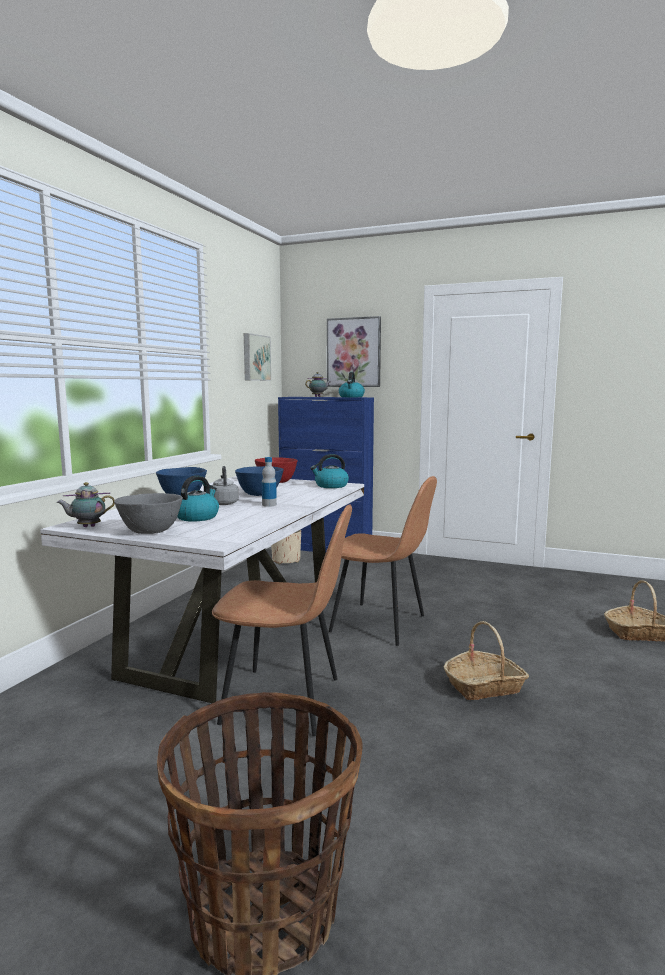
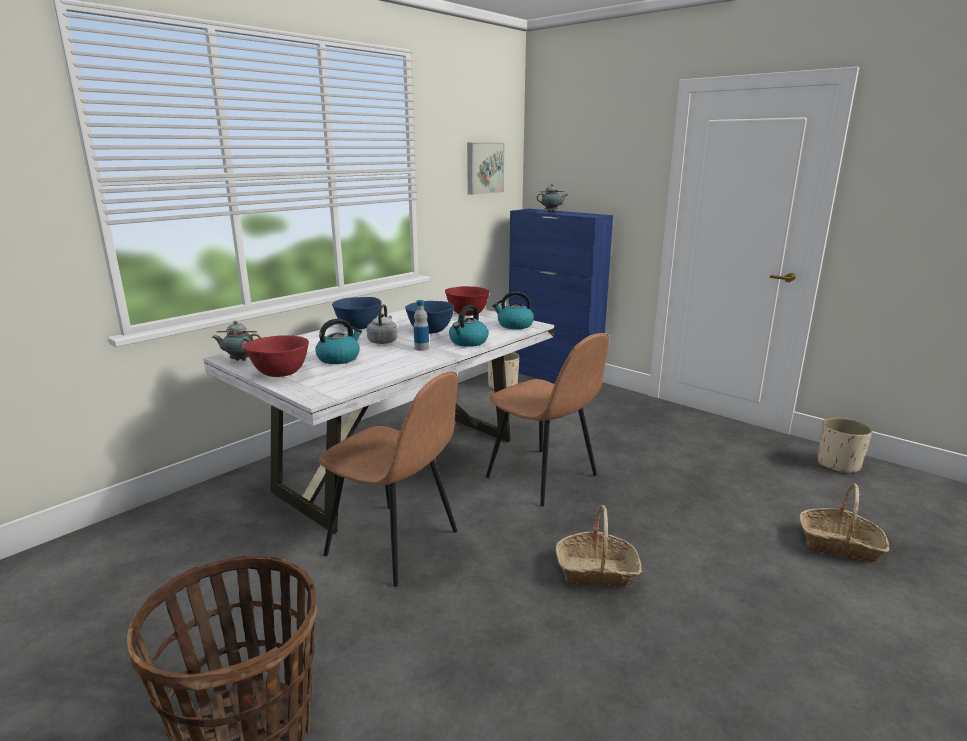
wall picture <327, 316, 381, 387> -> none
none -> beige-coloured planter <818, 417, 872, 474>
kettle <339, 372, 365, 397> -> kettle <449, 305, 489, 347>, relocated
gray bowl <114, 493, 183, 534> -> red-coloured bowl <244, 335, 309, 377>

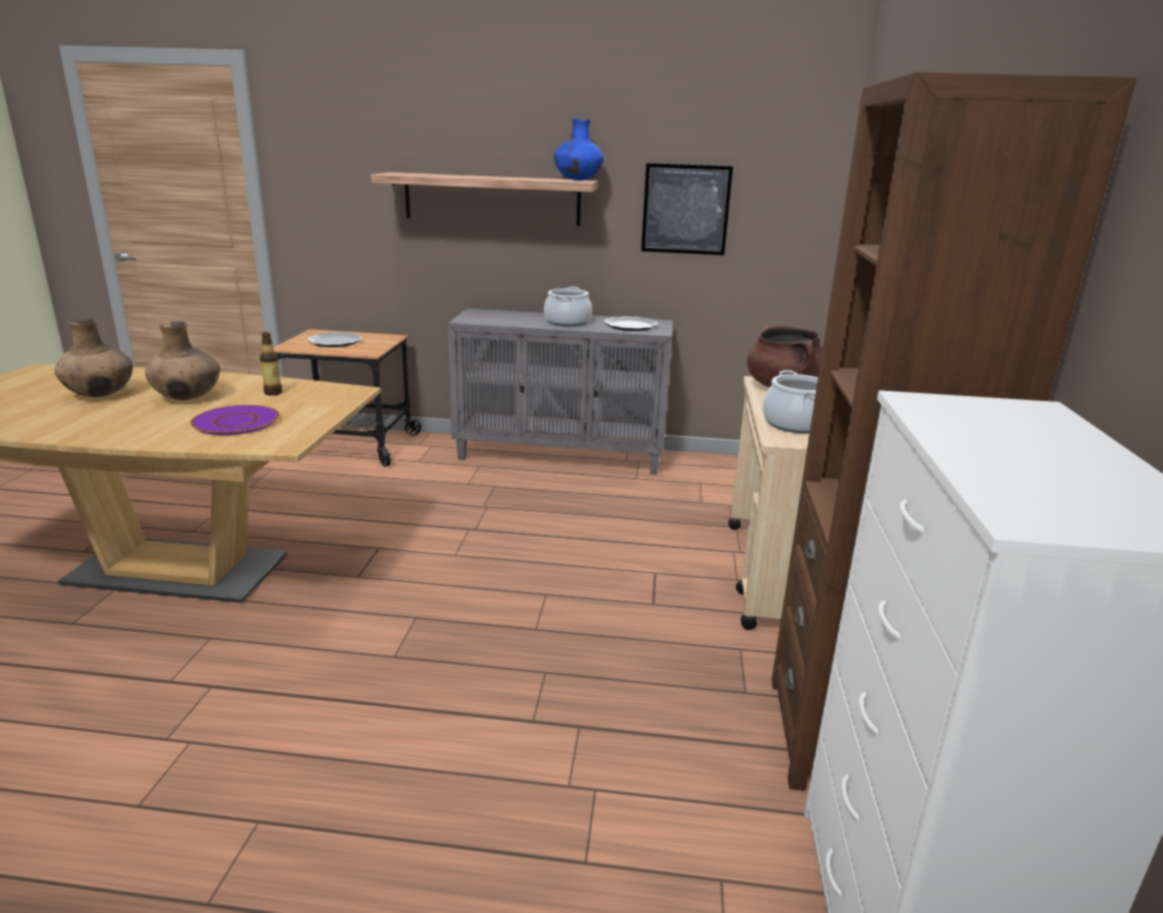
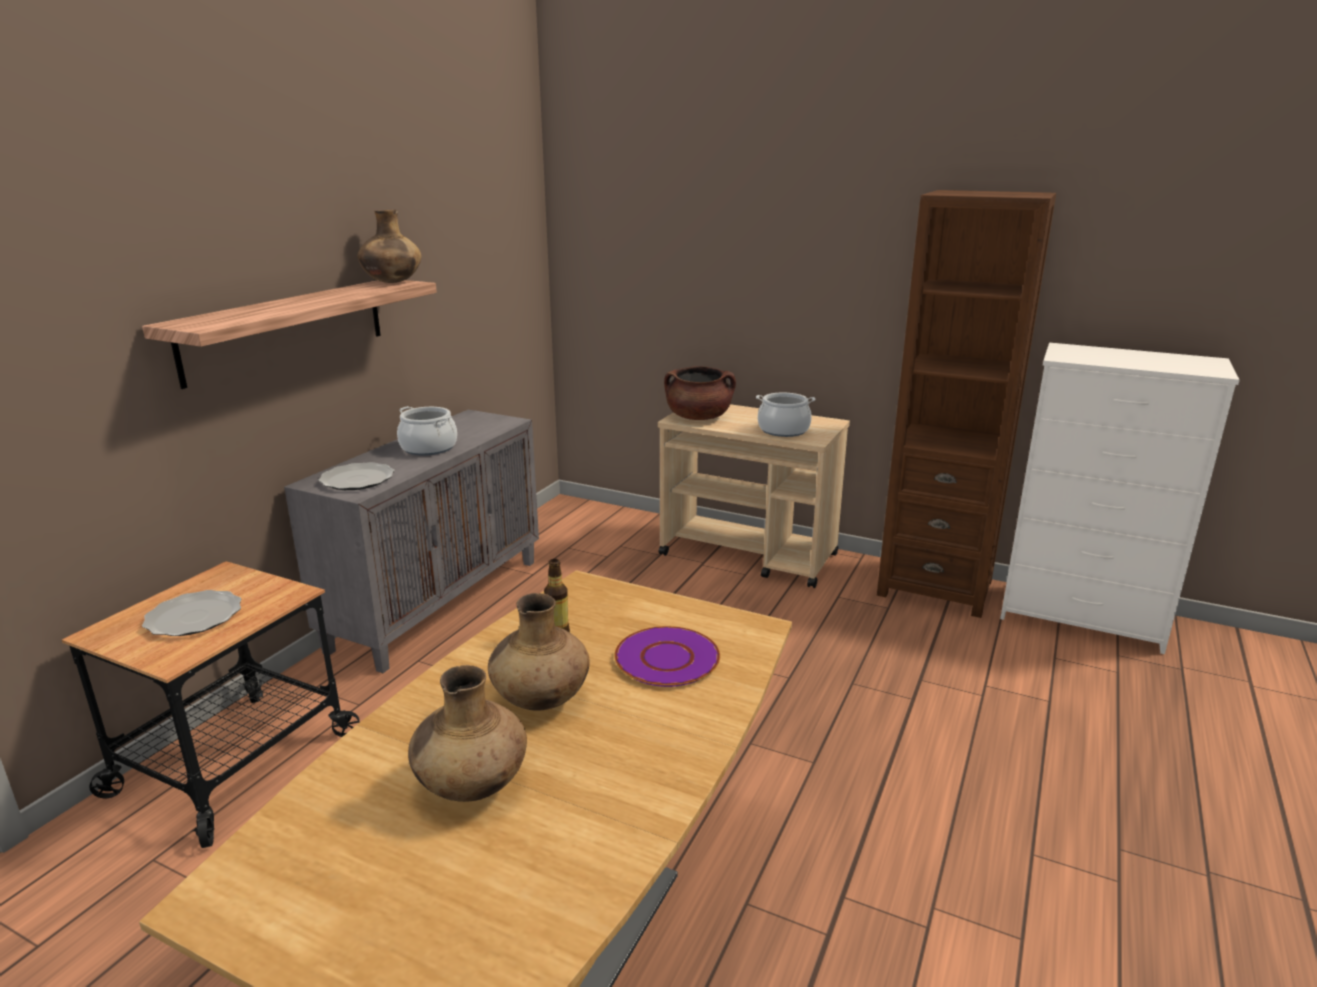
wall picture <641, 163, 733, 255> -> none
plate <604, 316, 658, 331> -> plate <318, 462, 395, 490>, relocated
bluish vase <554, 119, 604, 181> -> brown-coloured vase <357, 210, 422, 283>

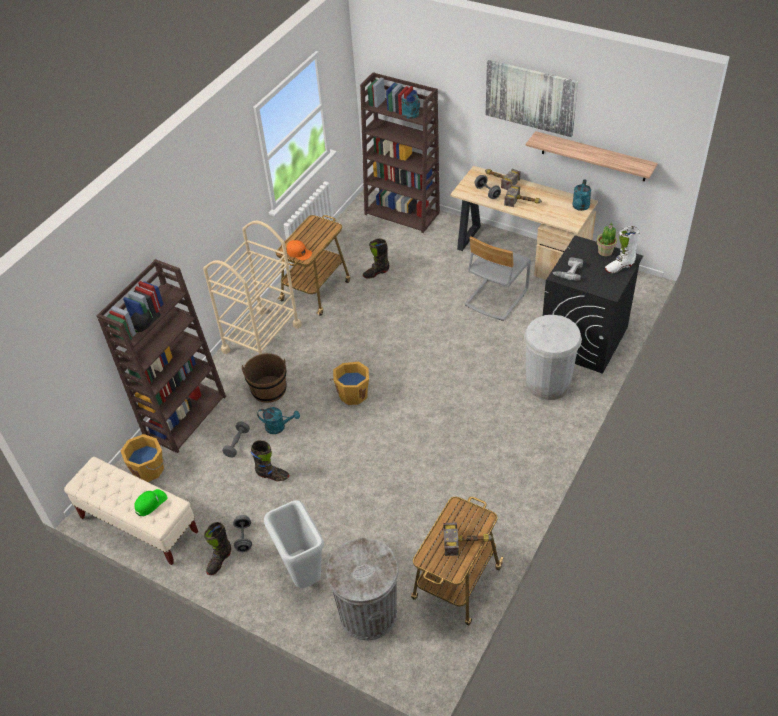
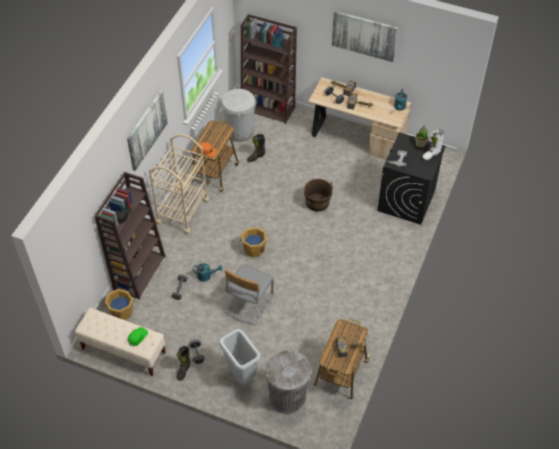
blackish tall boot <251, 440, 289, 481> -> none
bracket shelf <526, 131, 658, 181> -> none
none -> wall picture <127, 90, 168, 171>
brown-coloured pail <242, 353, 287, 403> -> brown-coloured pail <304, 179, 333, 212>, relocated
gray upright chair <465, 236, 531, 321> -> gray upright chair <224, 264, 274, 325>, relocated
white trash can <524, 315, 582, 400> -> white trash can <221, 89, 256, 142>, relocated

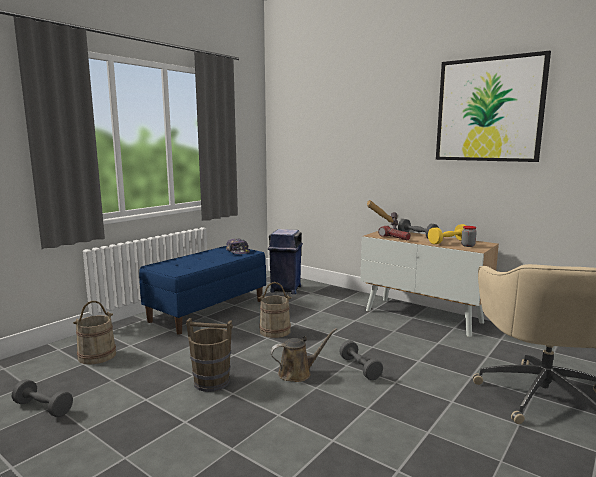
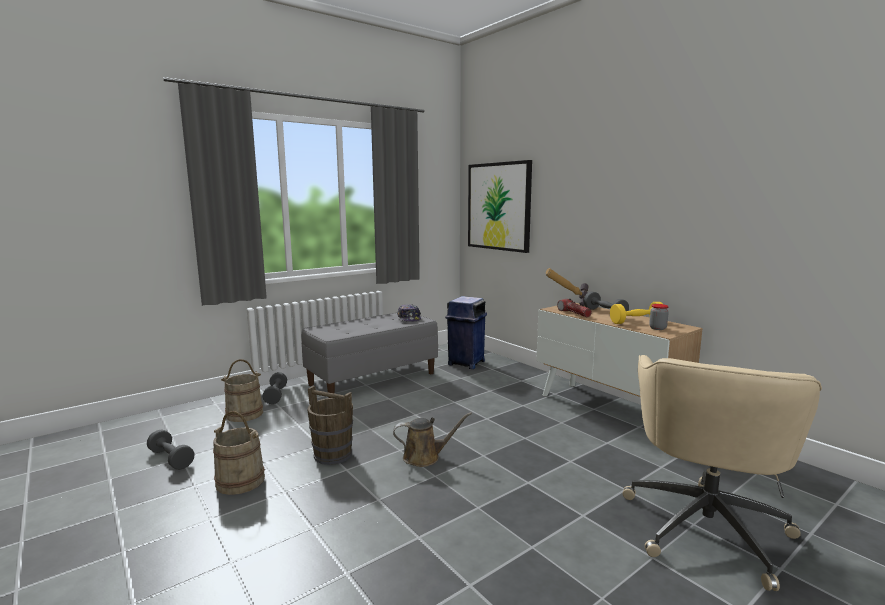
beige-coloured pail <258, 282, 291, 338> -> beige-coloured pail <213, 411, 265, 495>, relocated
gray hand weight <339, 340, 383, 380> -> gray hand weight <262, 372, 287, 404>, relocated
wall picture <436, 51, 551, 162> -> wall picture <468, 160, 532, 253>, relocated
bluish indoor bench <139, 246, 266, 335> -> gray indoor bench <301, 312, 438, 398>

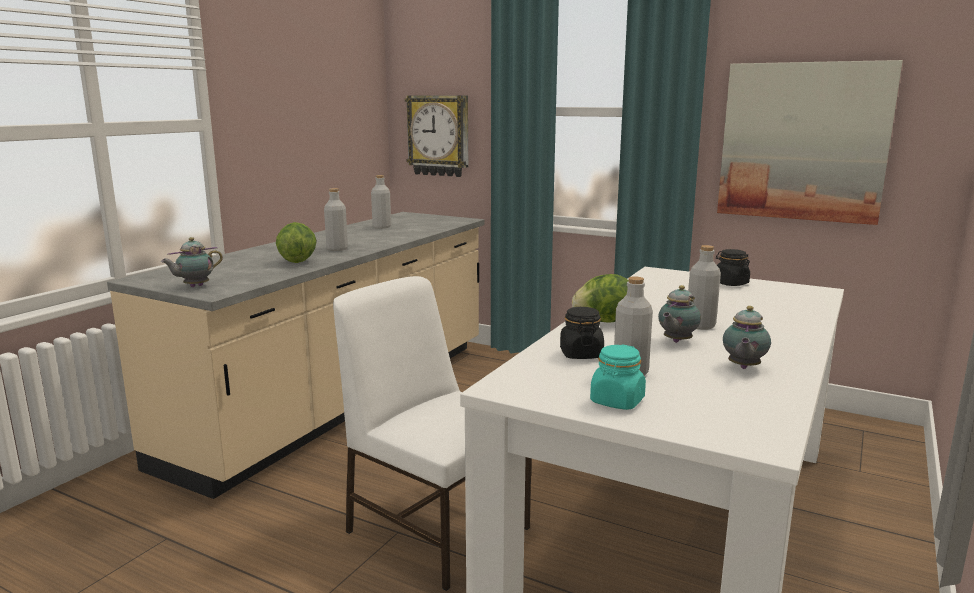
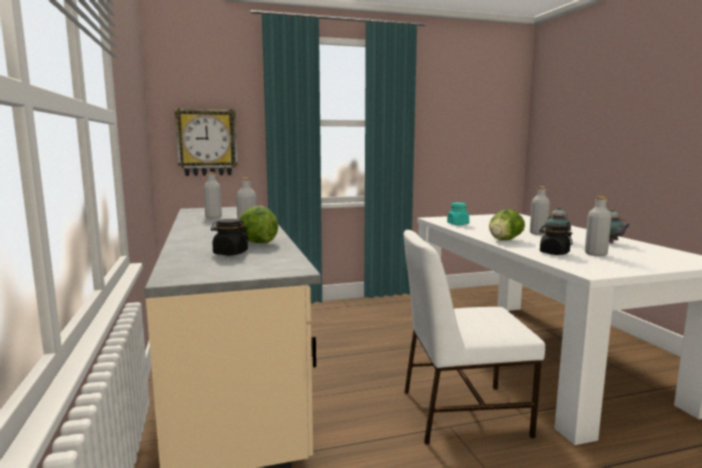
teapot <161, 237, 223, 287> -> none
wall picture <717, 60, 903, 225> -> none
turquoise-coloured jar <590, 345, 646, 410> -> turquoise-coloured jar <447, 203, 469, 225>, relocated
blackish jar <716, 249, 750, 286> -> blackish jar <211, 219, 249, 255>, relocated

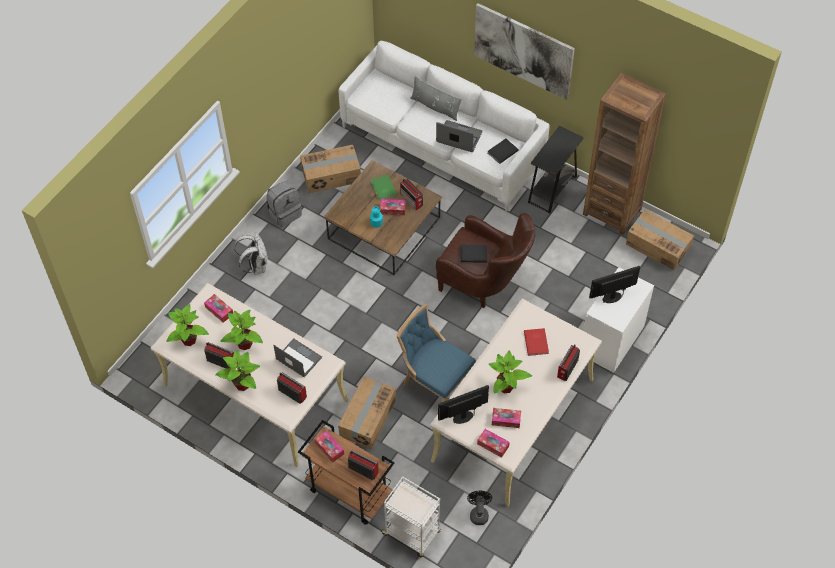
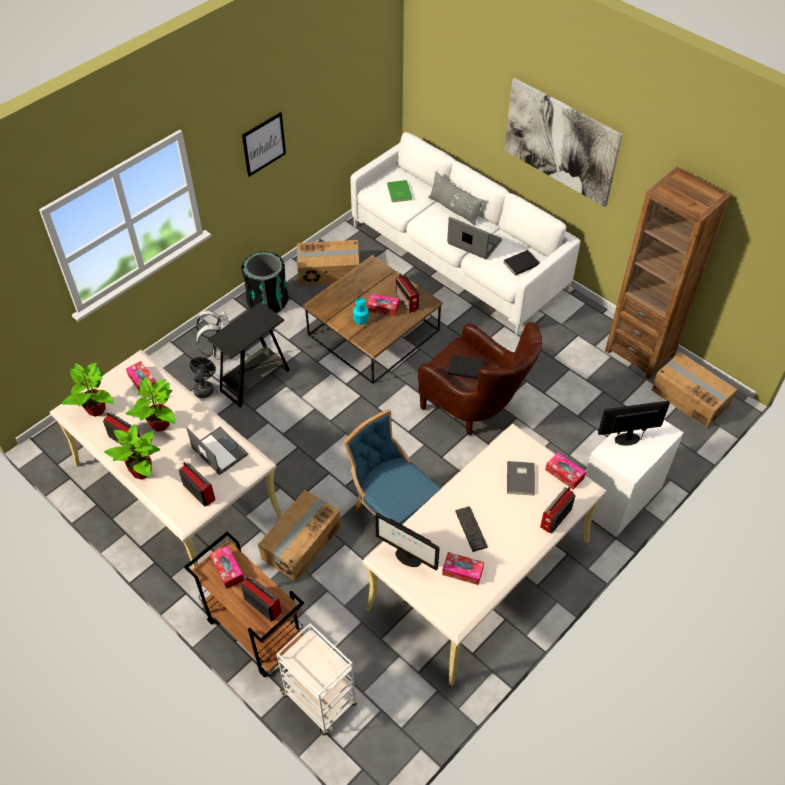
none -> wall picture <242, 112, 286, 177>
green-coloured book <371, 175, 397, 200> -> green-coloured book <387, 180, 412, 202>, relocated
blackish cooling fan <467, 491, 492, 525> -> blackish cooling fan <190, 357, 216, 398>, relocated
tissue box <477, 429, 510, 458> -> tissue box <545, 452, 586, 490>, relocated
blackish end table <528, 126, 584, 214> -> blackish end table <208, 302, 290, 408>, relocated
gray backpack <267, 181, 302, 227> -> blackish trash can <241, 251, 289, 314>
potted plant <489, 351, 532, 394> -> computer keyboard <455, 506, 488, 552>
red-coloured book <524, 328, 549, 356> -> gray book <507, 461, 535, 495>
monitor <438, 385, 489, 424> -> monitor <375, 513, 440, 570>, 135 degrees counterclockwise

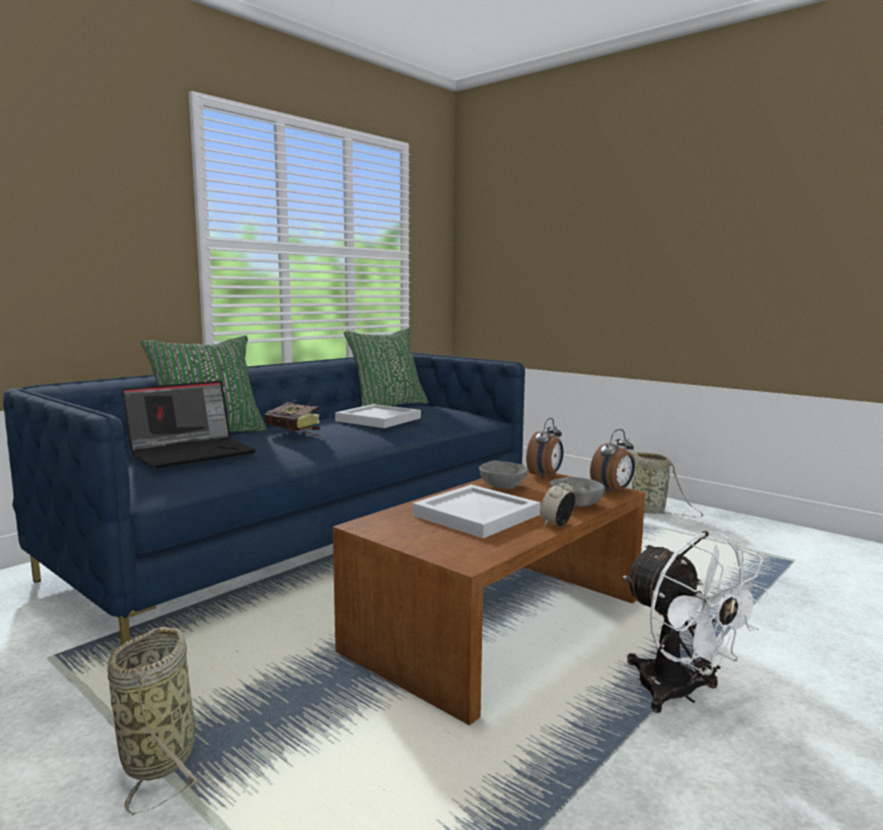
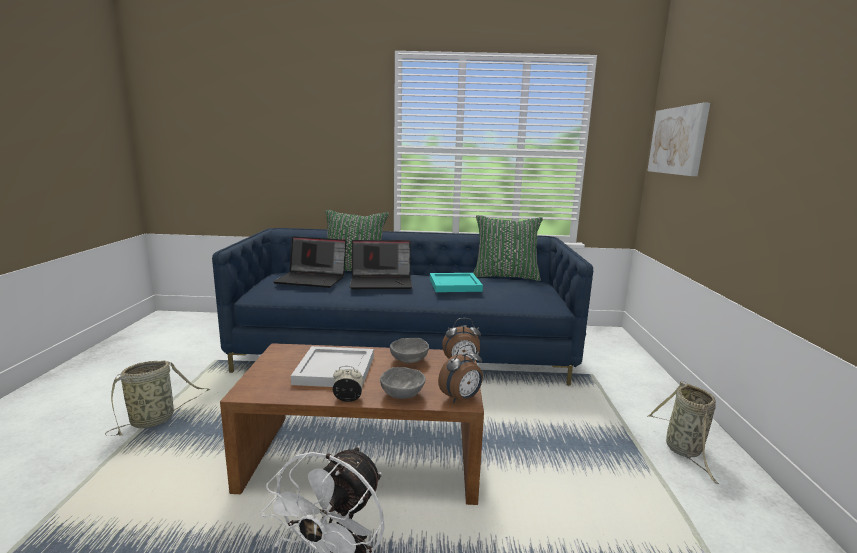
none -> wall picture <648, 103, 710, 176>
book <264, 400, 324, 437> -> portable computer <350, 240, 412, 289>
white serving tray <335, 404, 421, 428> -> turquoise-coloured serving tray <430, 273, 483, 292>
bedside clock <590, 429, 635, 494> -> bedside clock <438, 344, 483, 403>, 45 degrees counterclockwise

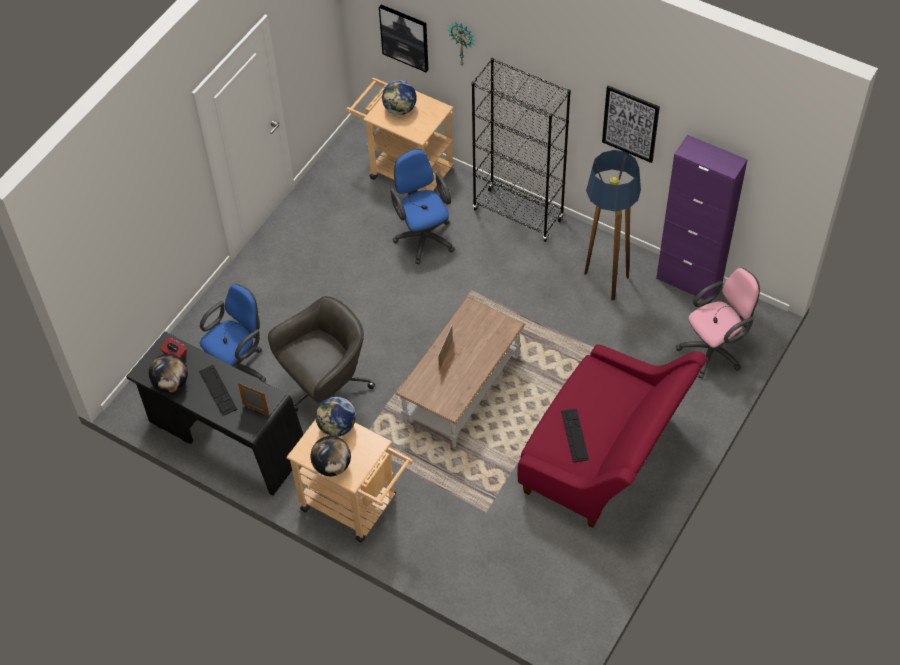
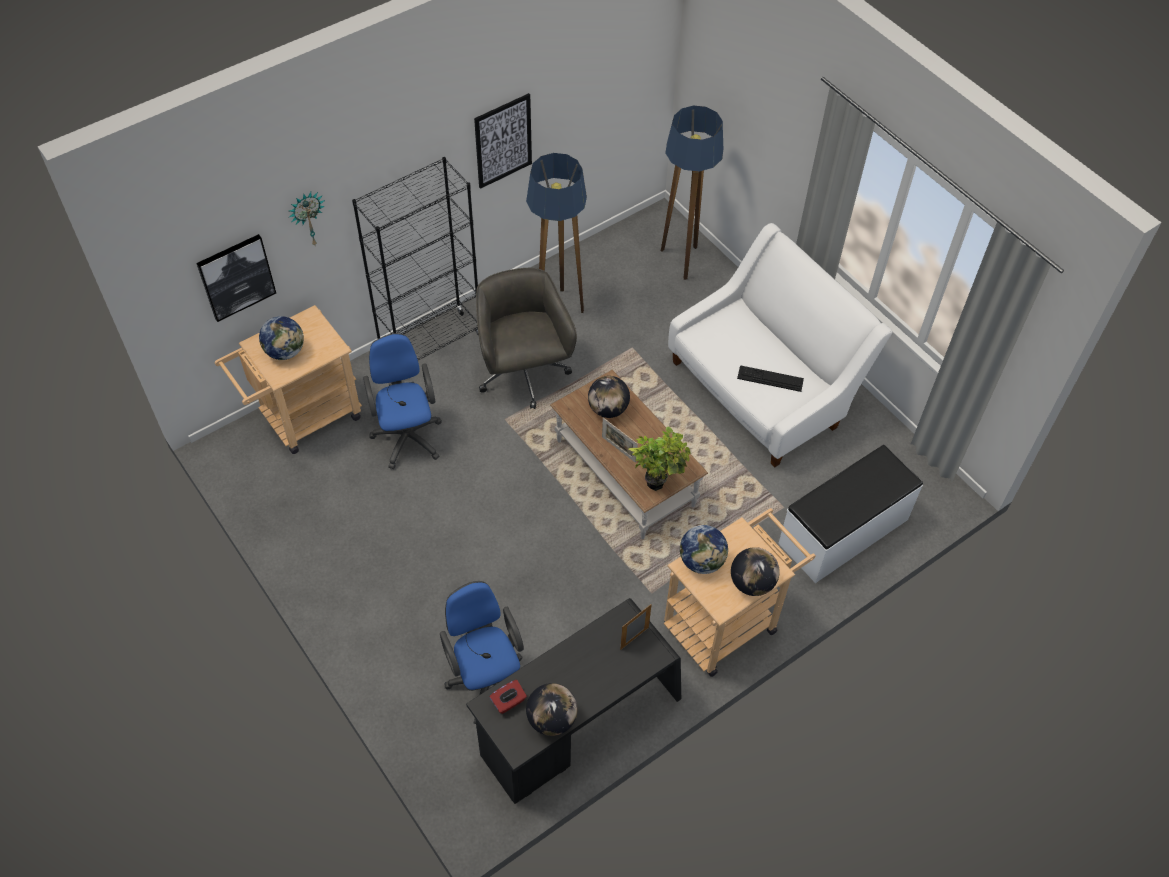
computer keyboard <199, 365, 237, 416> -> none
purplish cupboard <656, 135, 748, 300> -> none
none -> world globe <588, 376, 630, 418>
none -> potted plant <629, 427, 691, 491>
none -> white indoor bench <778, 445, 923, 583>
gray desk chair <268, 296, 375, 412> -> gray desk chair <476, 268, 577, 409>, relocated
pink desk chair <676, 268, 760, 379> -> floor lamp <661, 105, 723, 280>
red-coloured couch <517, 344, 707, 528> -> white couch <668, 223, 893, 468>
bluish desk chair <390, 149, 455, 264> -> bluish desk chair <363, 333, 442, 469>, 75 degrees clockwise

